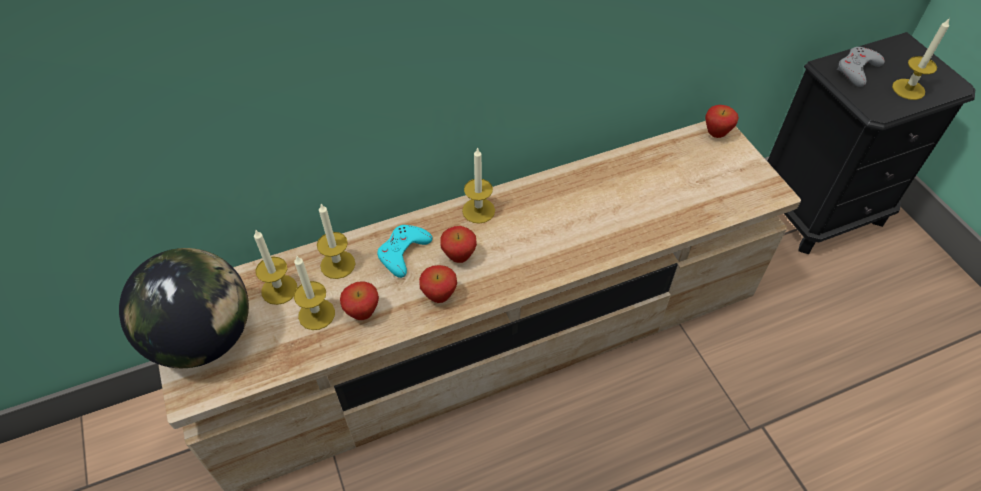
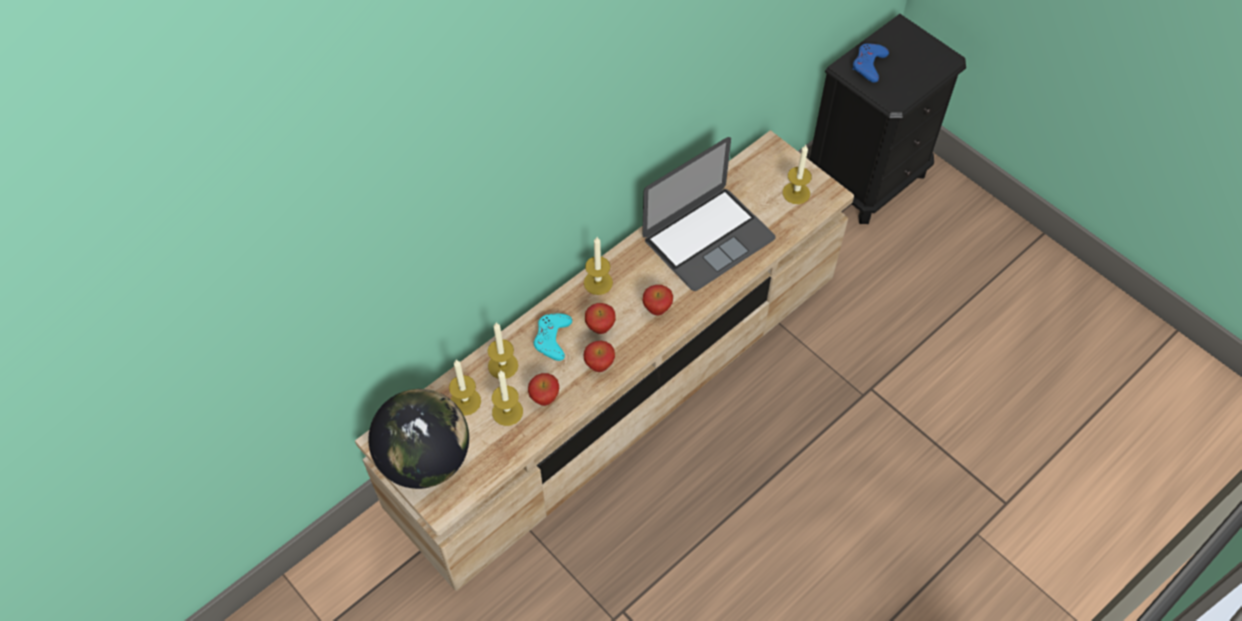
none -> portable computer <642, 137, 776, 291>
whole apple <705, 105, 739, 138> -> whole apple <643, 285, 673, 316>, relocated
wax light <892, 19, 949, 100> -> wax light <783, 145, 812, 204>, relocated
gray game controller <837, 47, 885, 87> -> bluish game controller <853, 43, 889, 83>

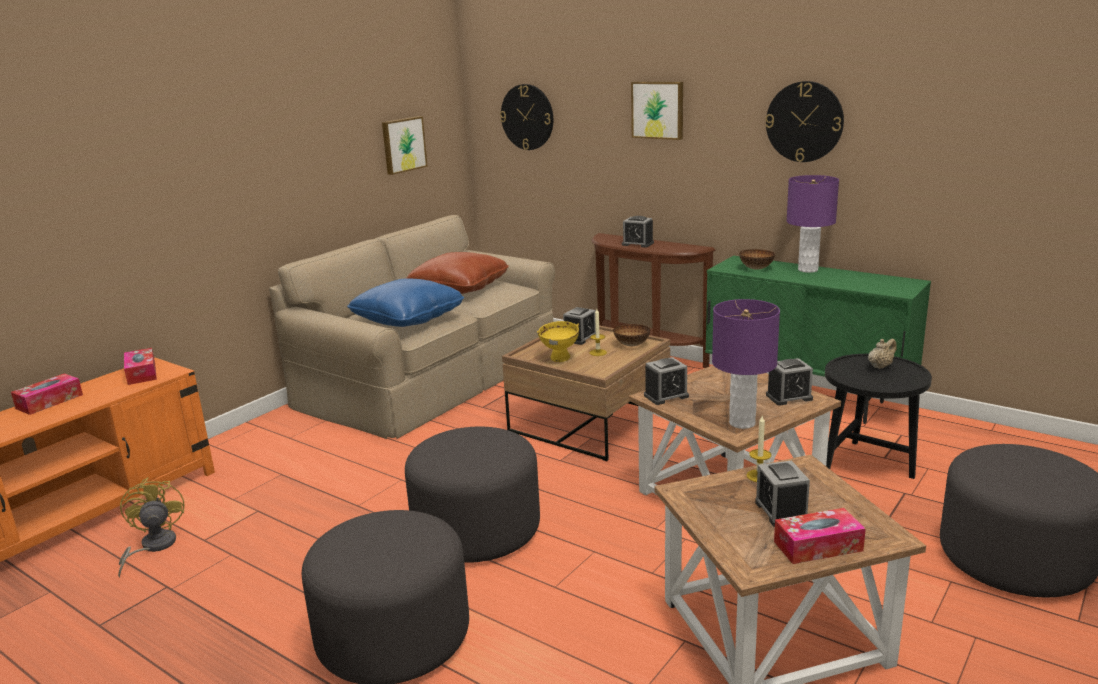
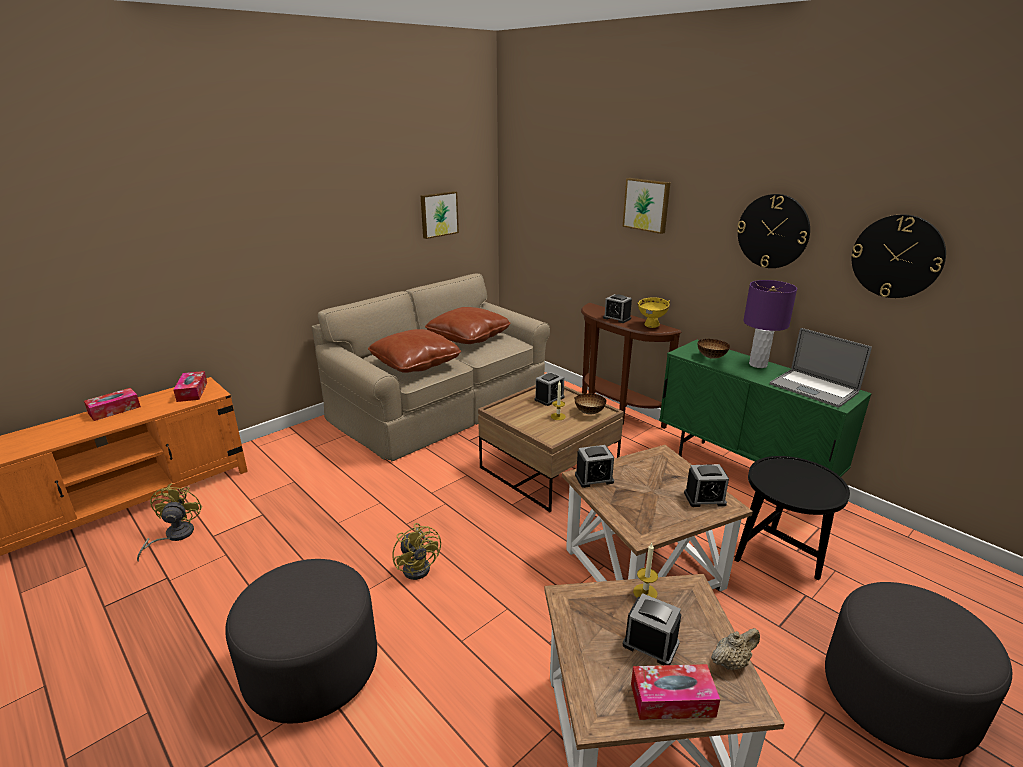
purplish lamp for a table <712, 299, 780, 429> -> none
none -> portable computer <770, 328, 872, 408>
hanging clock <500, 84, 553, 150> -> hanging clock <852, 214, 946, 298>, relocated
yellowish bowl <537, 321, 579, 362> -> yellowish bowl <637, 297, 670, 328>, relocated
beige-coloured teapot <868, 339, 897, 369> -> beige-coloured teapot <711, 628, 760, 670>, relocated
gray pouffe <405, 426, 540, 563> -> yellowish cooling fan <392, 523, 441, 580>
bluish throw pillow <347, 278, 464, 327> -> brown-coloured throw pillow <368, 329, 461, 373>
bedside clock <755, 461, 810, 527> -> bedside clock <623, 593, 681, 665>, 120 degrees clockwise

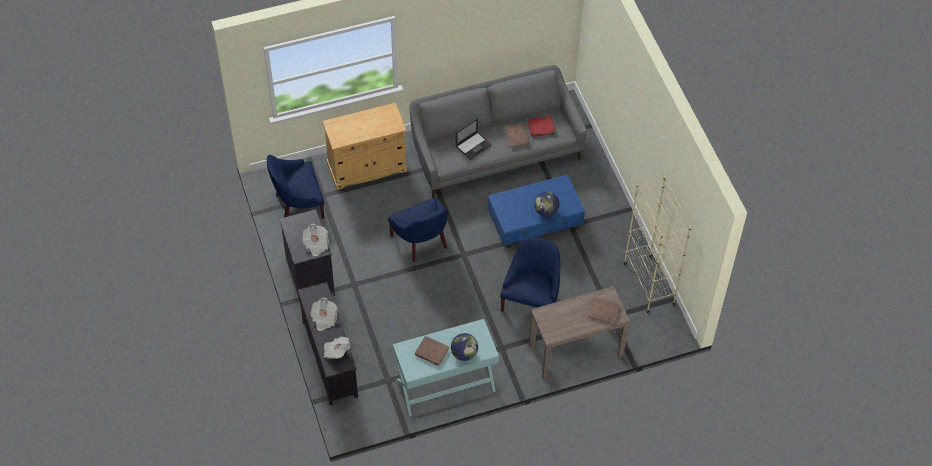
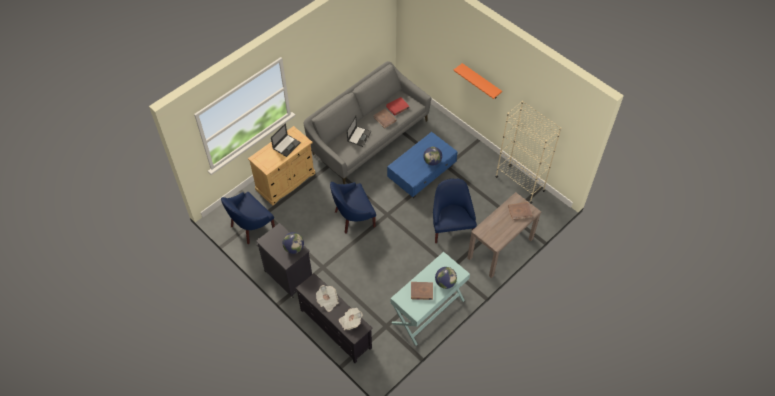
none -> portable computer <271, 123, 301, 157>
none -> orange bracket shelf <453, 63, 502, 99>
daily paper <302, 224, 329, 256> -> world globe <282, 232, 304, 254>
bluish easy chair <388, 198, 448, 262> -> bluish easy chair <330, 182, 376, 233>, 120 degrees clockwise

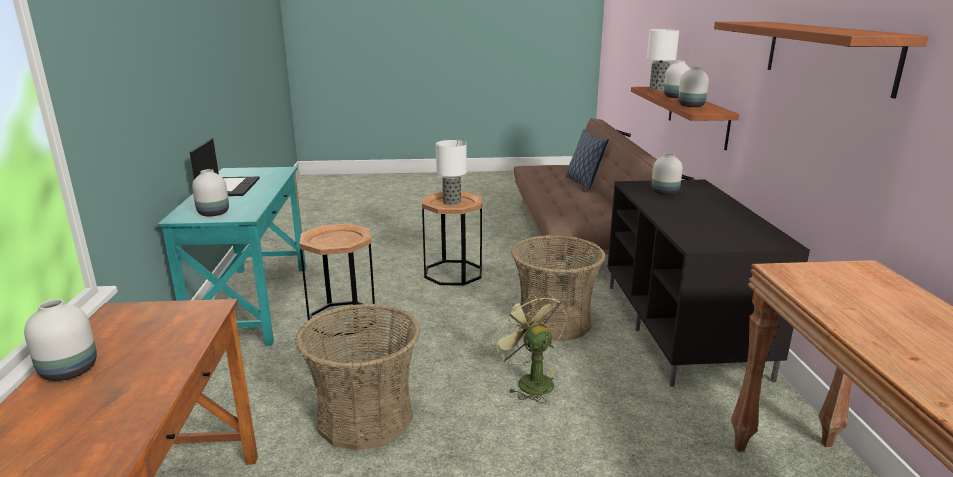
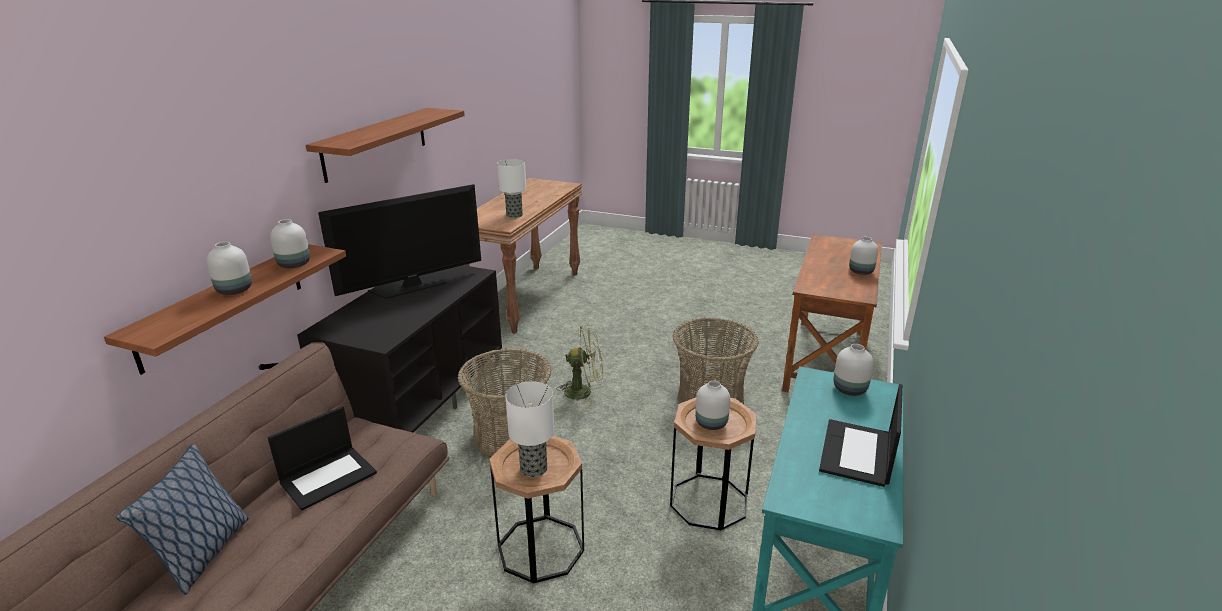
none -> portable computer <268, 406, 377, 510>
none -> television <318, 184, 481, 299>
lamp for a table <647, 29, 679, 91> -> lamp for a table <497, 159, 526, 218>, relocated
white vase <651, 153, 683, 195> -> white vase <695, 381, 730, 430>, relocated
green-coloured cooling fan <491, 291, 567, 403> -> green-coloured cooling fan <556, 325, 603, 406>, 90 degrees counterclockwise

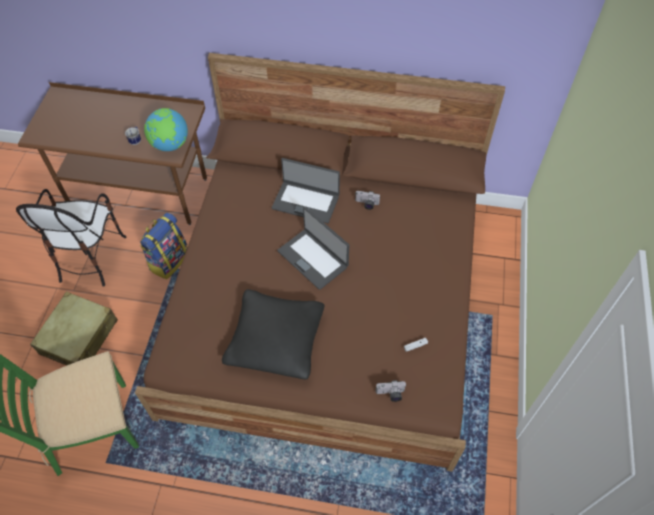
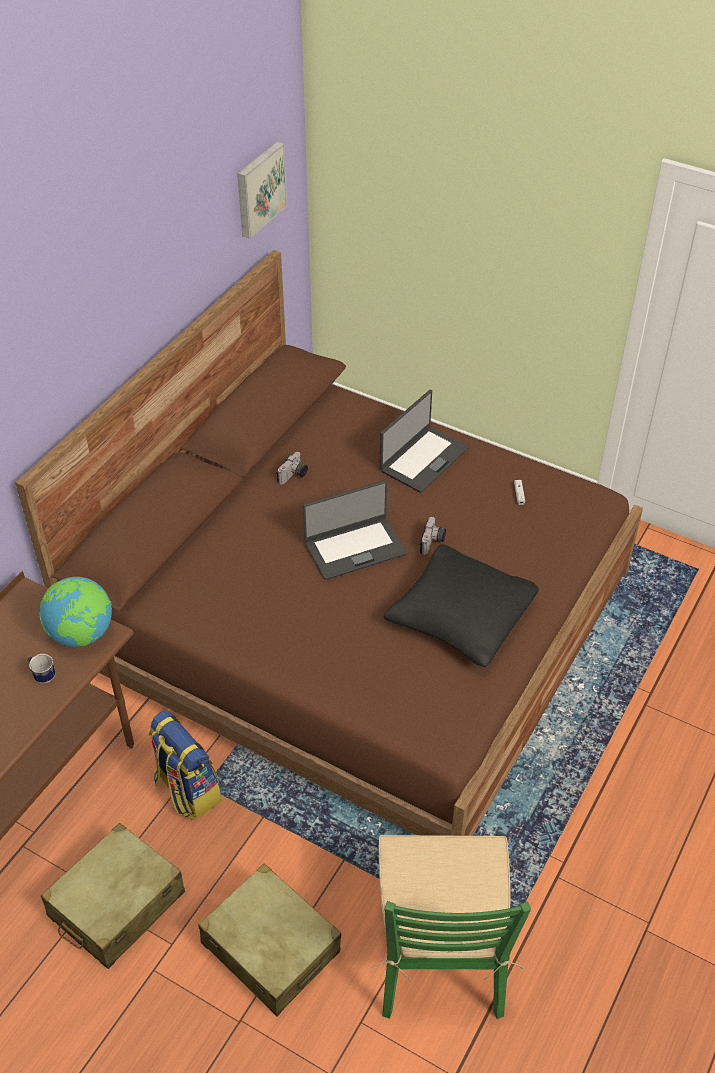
none -> wall picture <237, 142, 287, 239>
portable computer <272, 158, 340, 223> -> portable computer <379, 390, 469, 493>, relocated
still camera <375, 380, 406, 402> -> still camera <420, 517, 446, 555>, relocated
upright chair <16, 189, 126, 286> -> beige-coloured suitcase <40, 823, 185, 969>

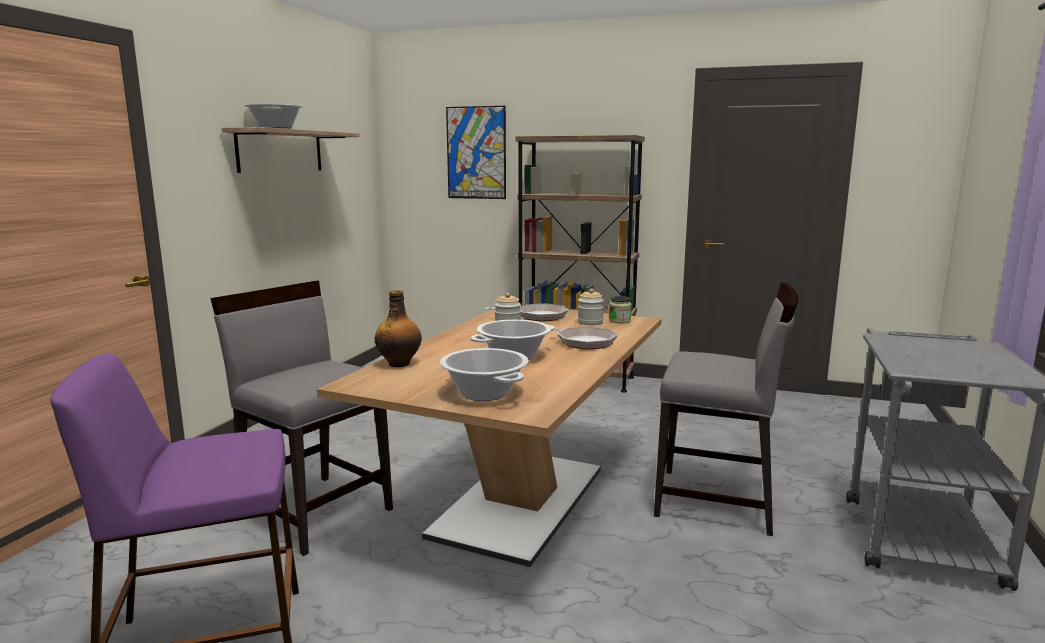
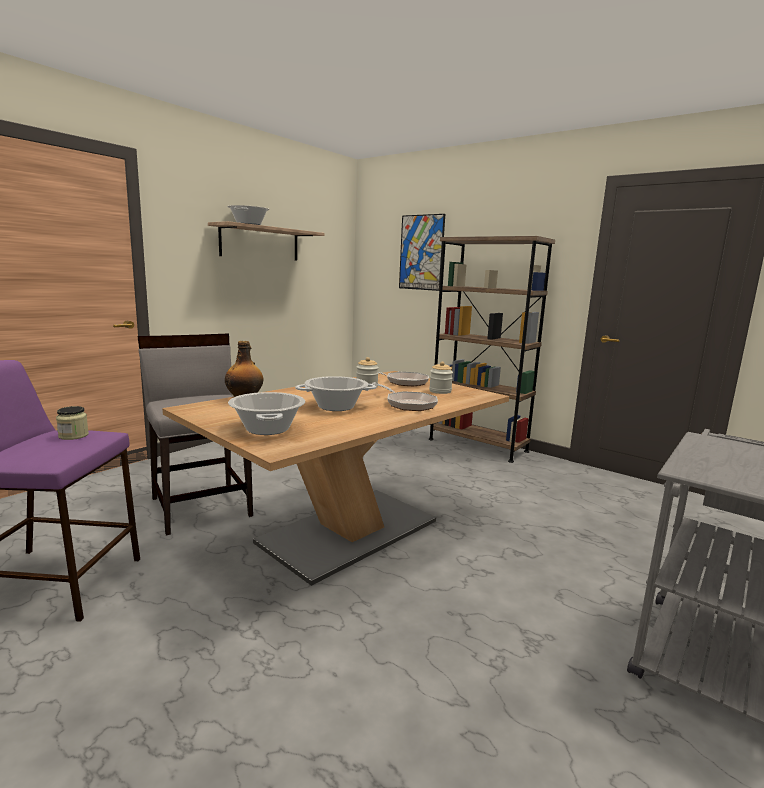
gray upright chair <654, 283, 799, 536> -> none
jar <609, 296, 632, 323> -> jar <56, 406, 89, 440>, relocated

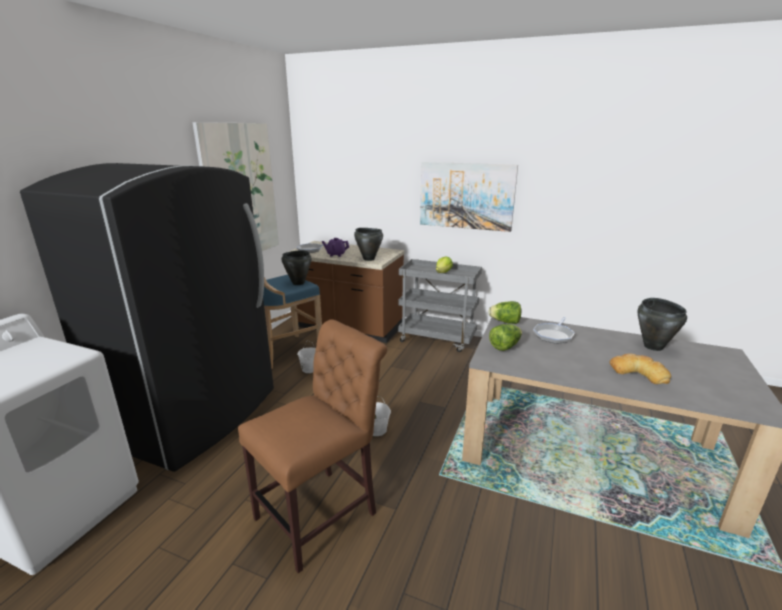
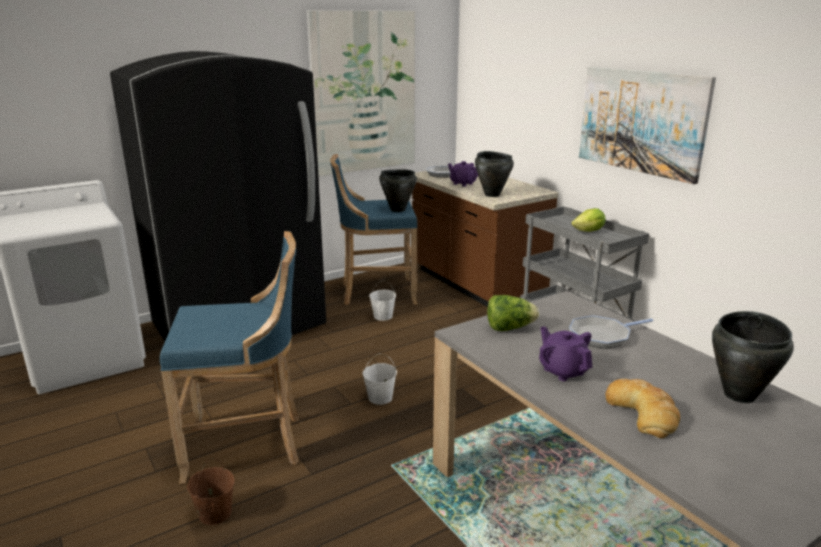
lettuce head <488, 301, 521, 324> -> none
none -> brown-coloured pail <187, 458, 235, 525>
none -> purplish teapot <539, 326, 592, 381>
brown-coloured upright chair <238, 319, 387, 573> -> bluish stool <160, 231, 299, 484>

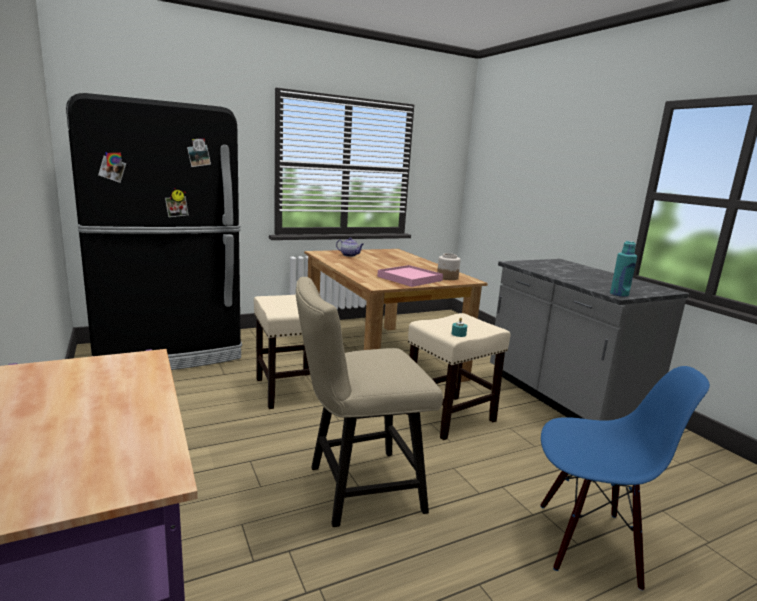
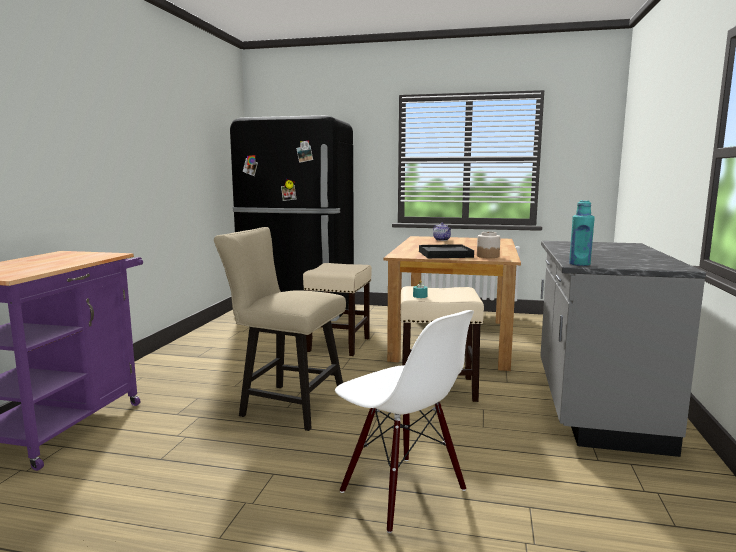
pink serving tray <377, 265, 443, 287> -> blackish serving tray <419, 244, 474, 258>
bluish upright chair <540, 366, 710, 591> -> white upright chair <335, 310, 474, 533>

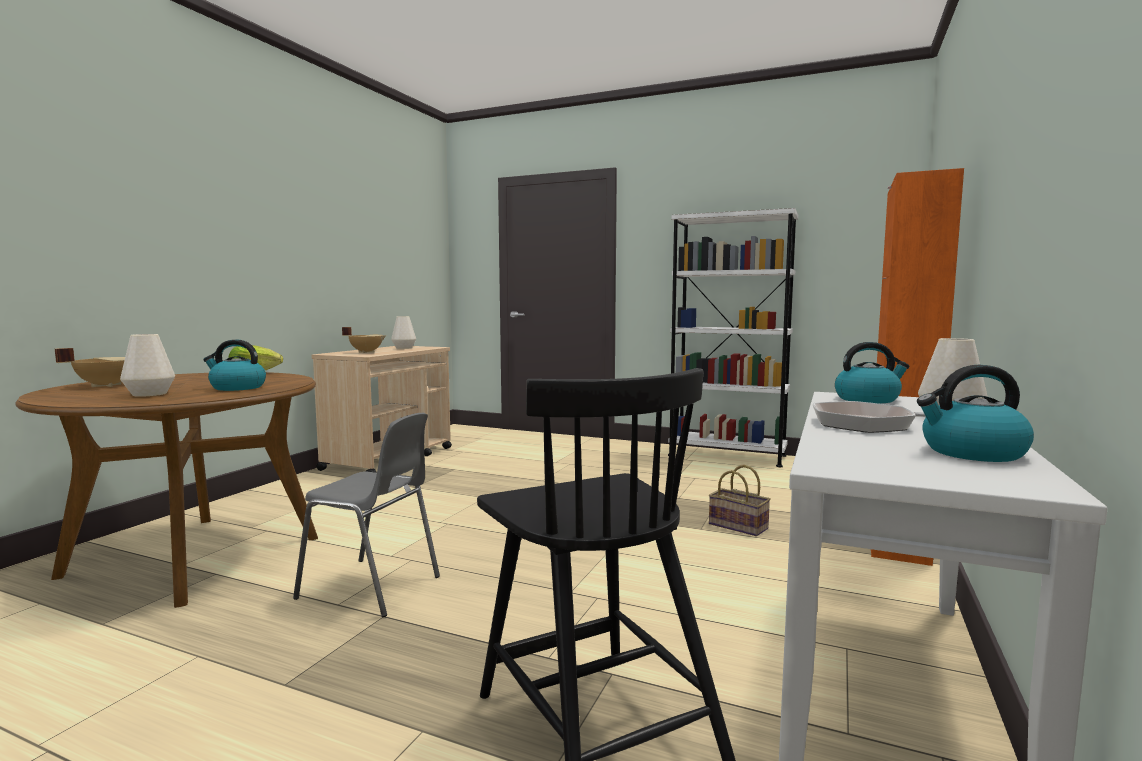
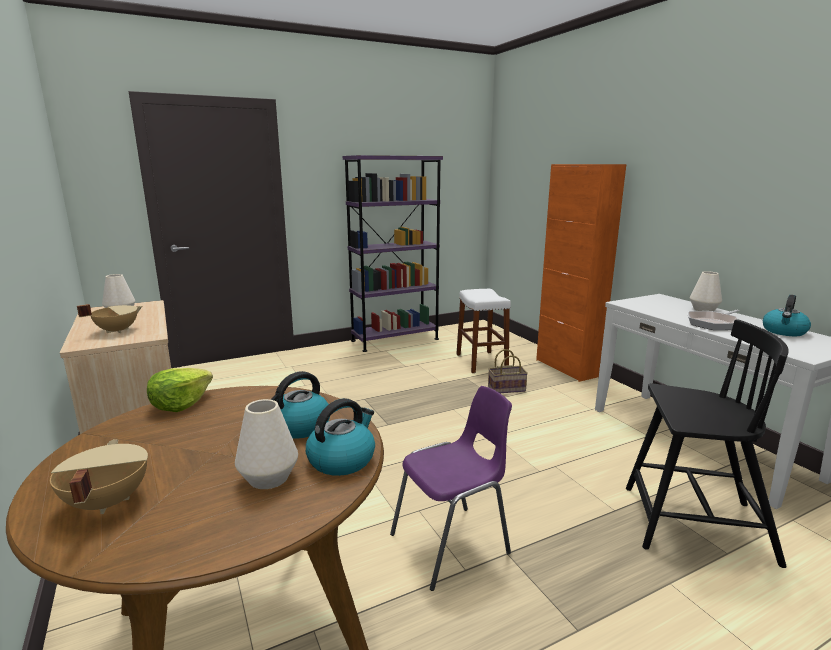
none -> white stool <456, 289, 511, 373>
kettle <835, 342, 910, 403> -> kettle <306, 398, 375, 476>, relocated
gray upright chair <293, 413, 440, 617> -> purplish upright chair <390, 386, 512, 591>
white shelving unit <668, 208, 798, 467> -> purplish shelving unit <343, 155, 443, 352>

